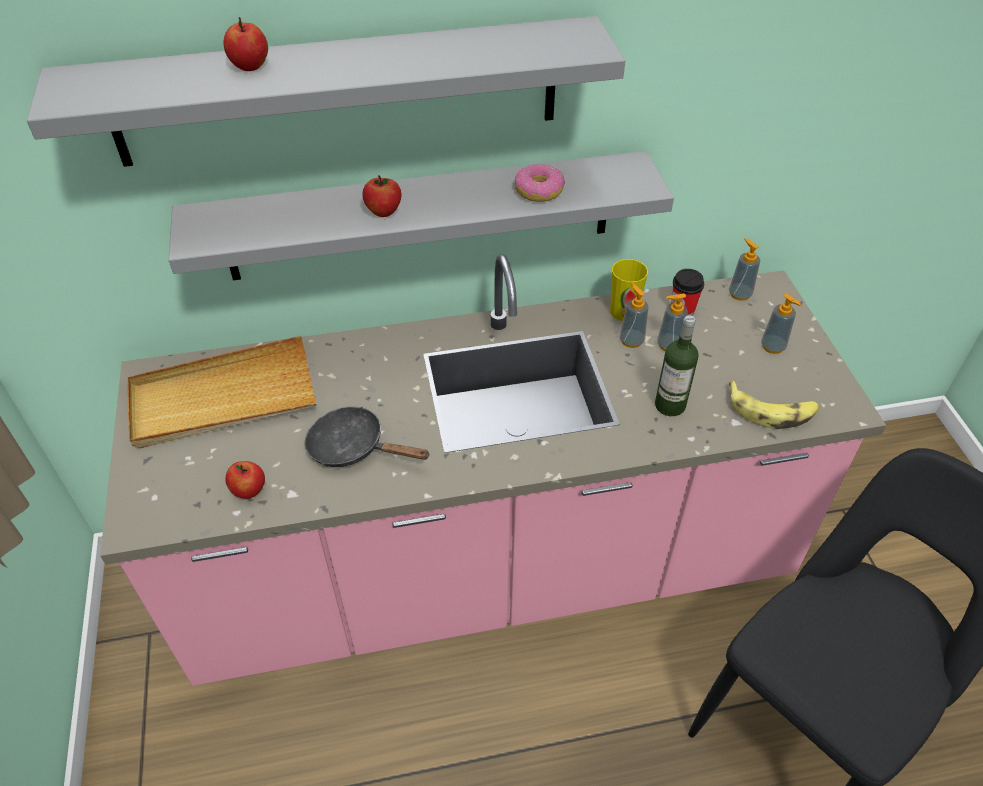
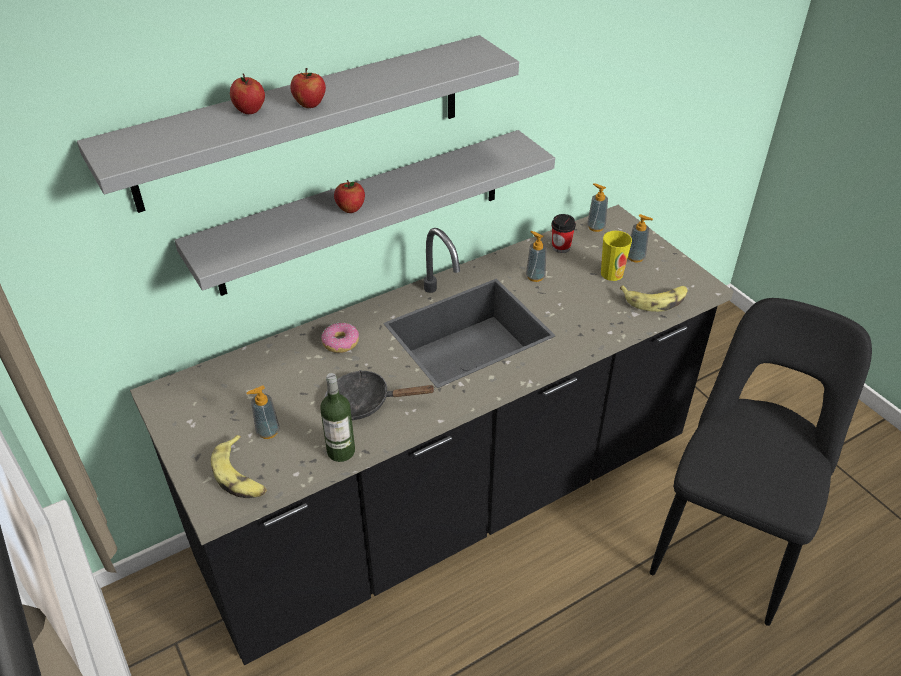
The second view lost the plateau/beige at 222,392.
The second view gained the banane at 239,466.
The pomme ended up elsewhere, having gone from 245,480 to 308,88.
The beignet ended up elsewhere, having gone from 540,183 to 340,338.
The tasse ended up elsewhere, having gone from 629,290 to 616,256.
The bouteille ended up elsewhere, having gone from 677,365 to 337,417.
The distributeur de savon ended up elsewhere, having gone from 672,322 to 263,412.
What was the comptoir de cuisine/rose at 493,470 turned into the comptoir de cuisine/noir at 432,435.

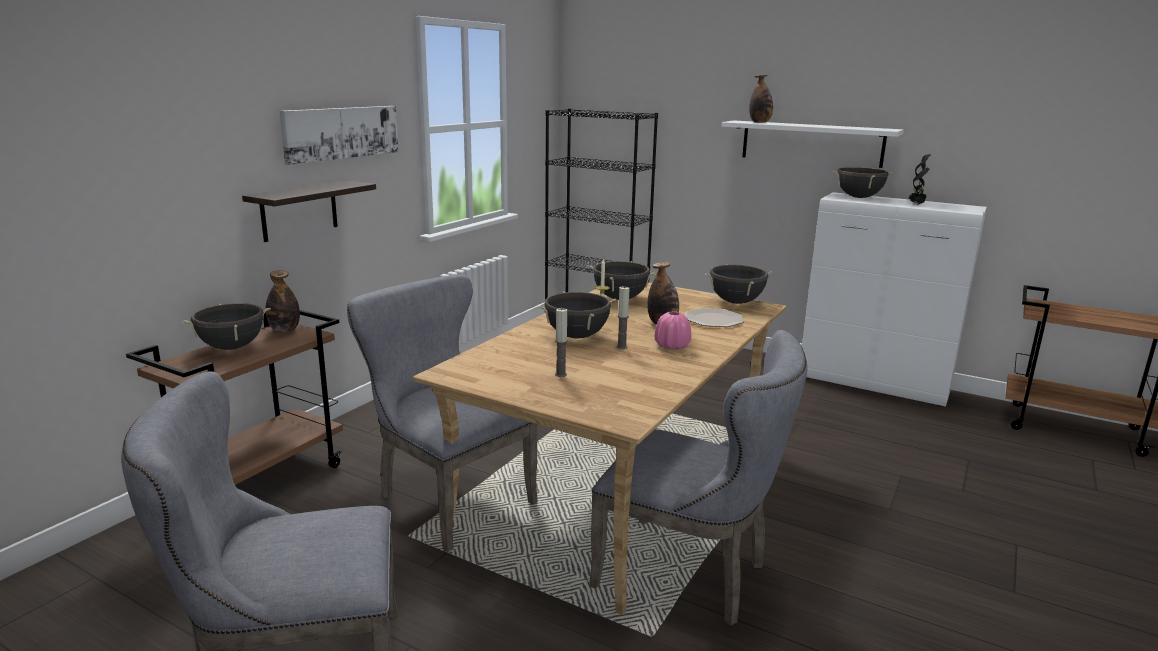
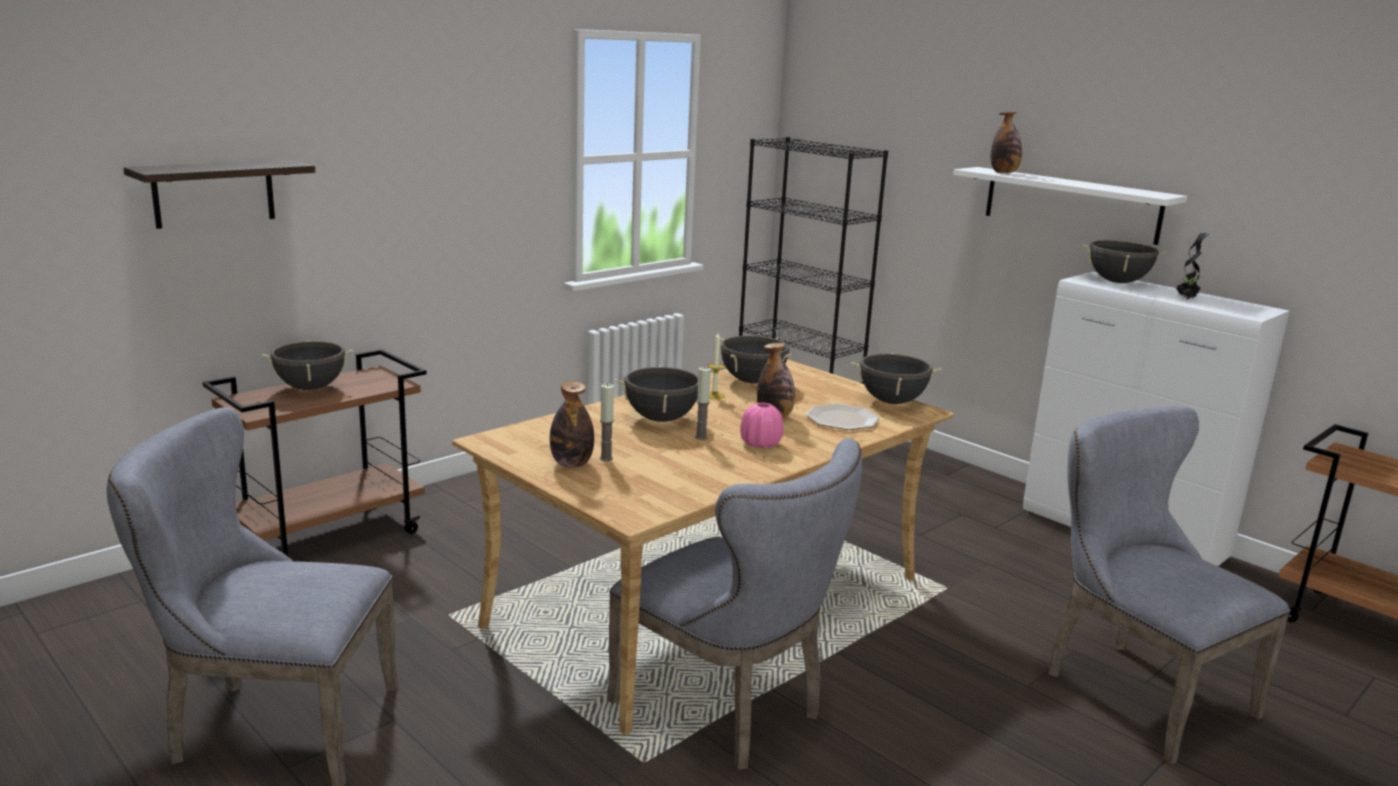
The second view lost the tableau at 339,135.
The étagère ended up elsewhere, having gone from 309,211 to 219,194.
The bouteille ended up elsewhere, having gone from 283,301 to 572,424.
The chaise/gris ended up elsewhere, having gone from 442,413 to 1169,585.

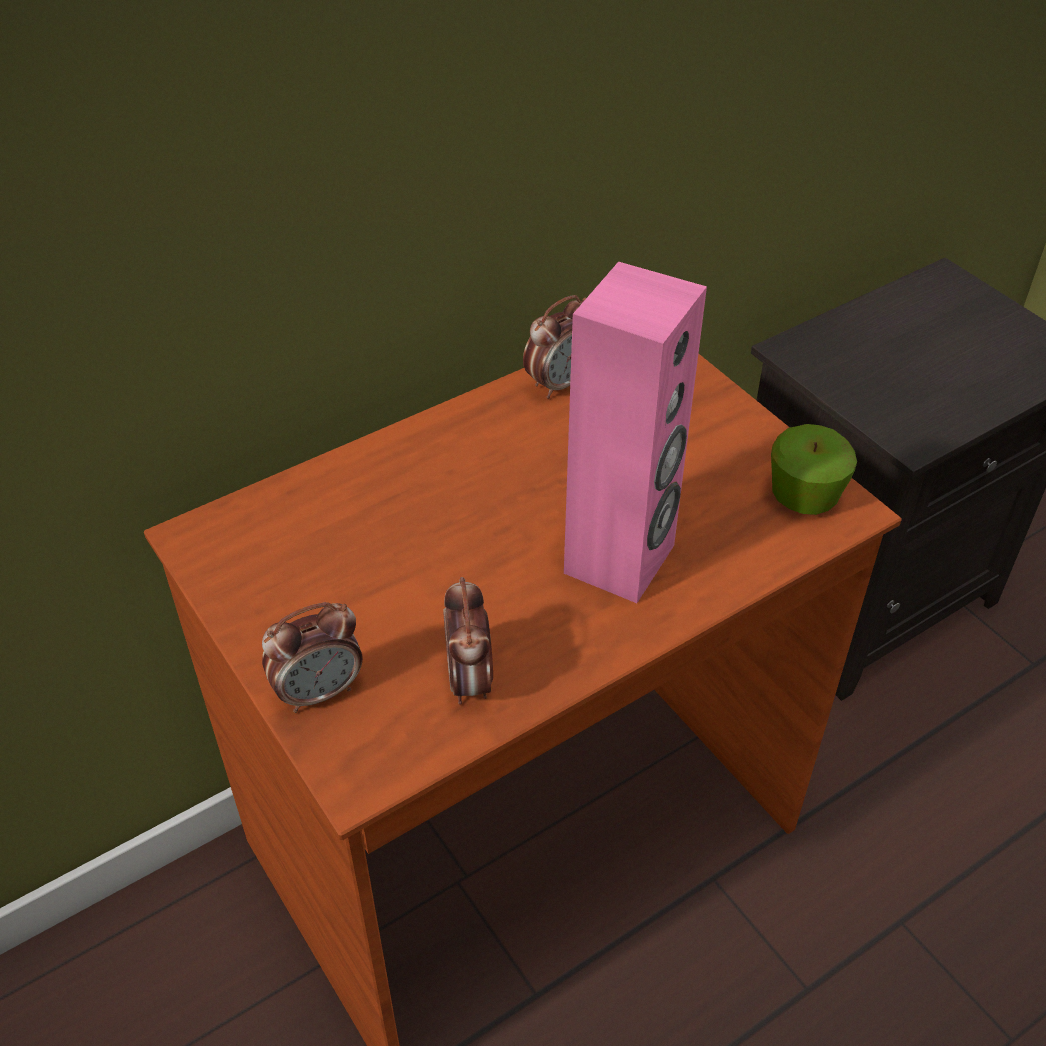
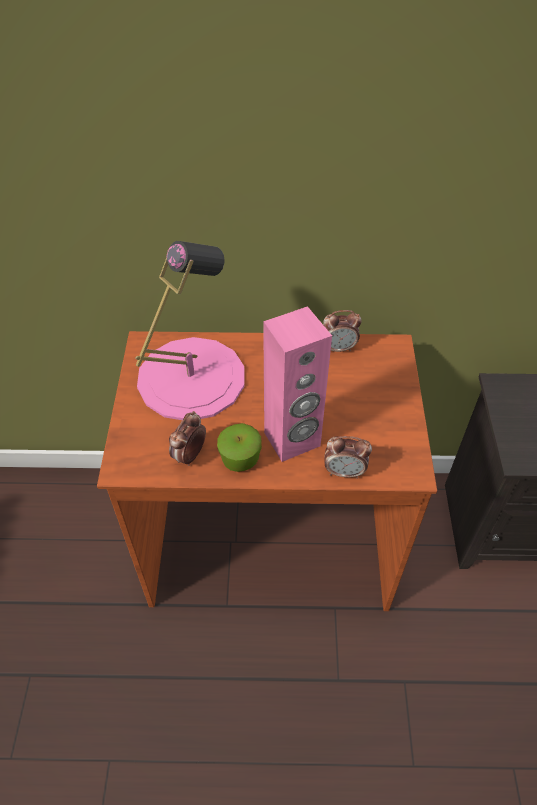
The second view gained the lampe de table/rose at 189,330.
The réveil ended up elsewhere, having gone from 312,657 to 348,457.
The pomme ended up elsewhere, having gone from 814,469 to 239,447.

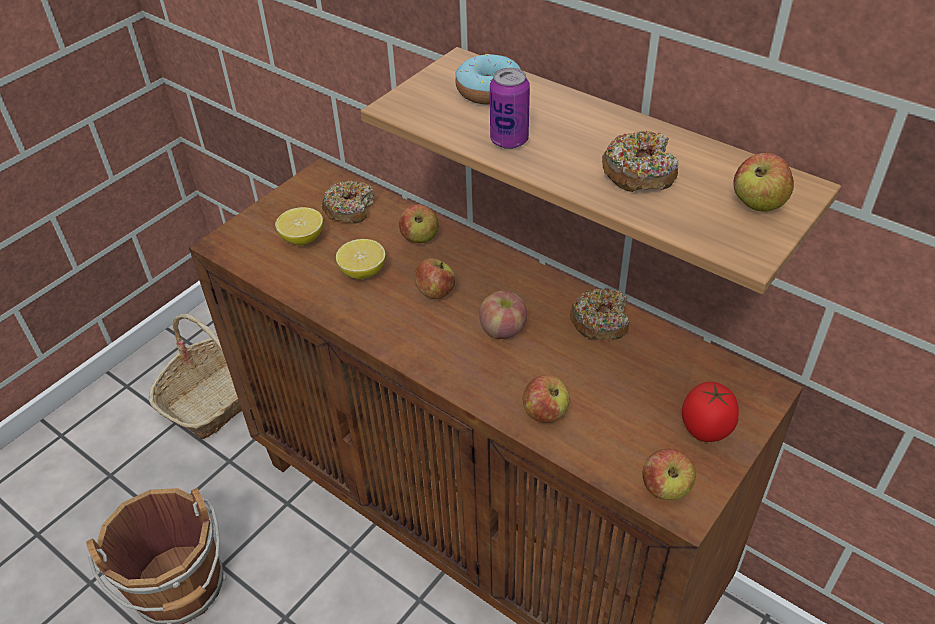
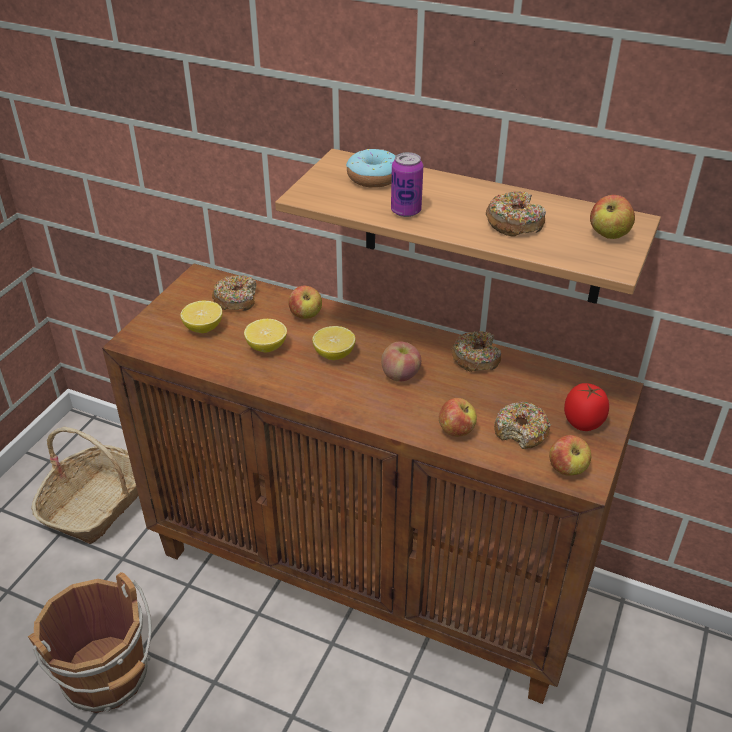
The second view gained the beignet at 522,425.
Where the pomme stood at 434,278, the citron came to stand at 333,343.

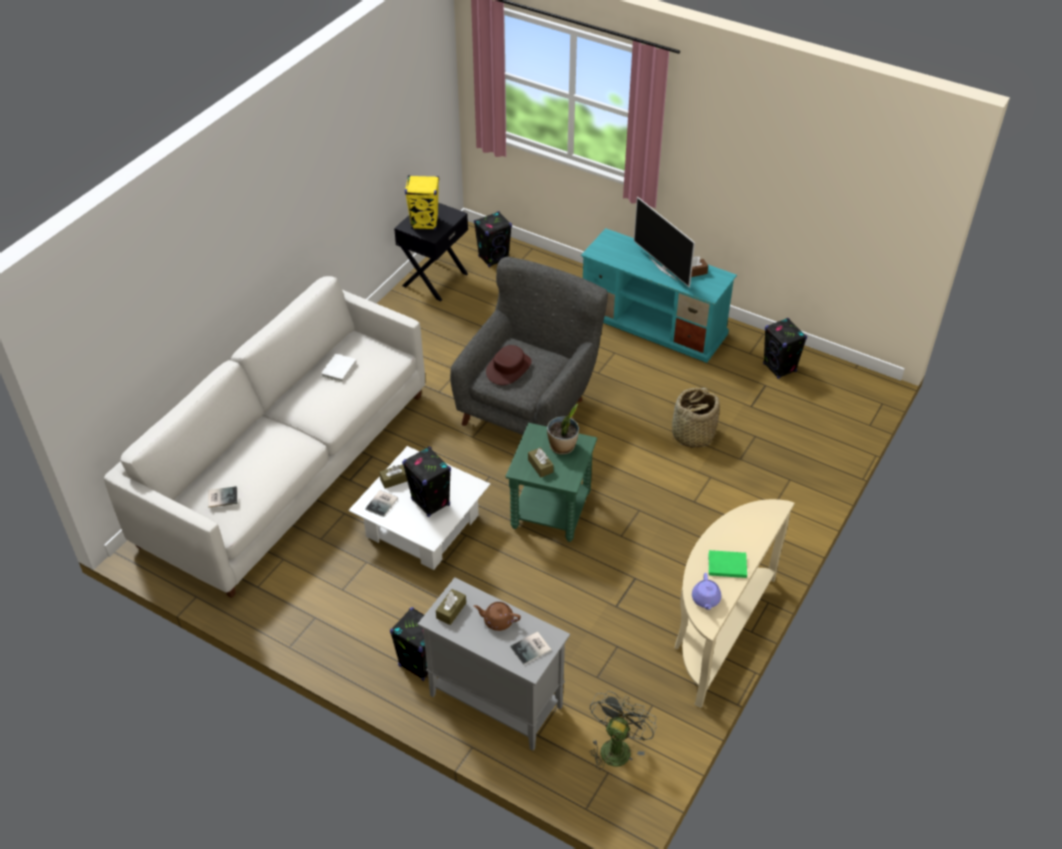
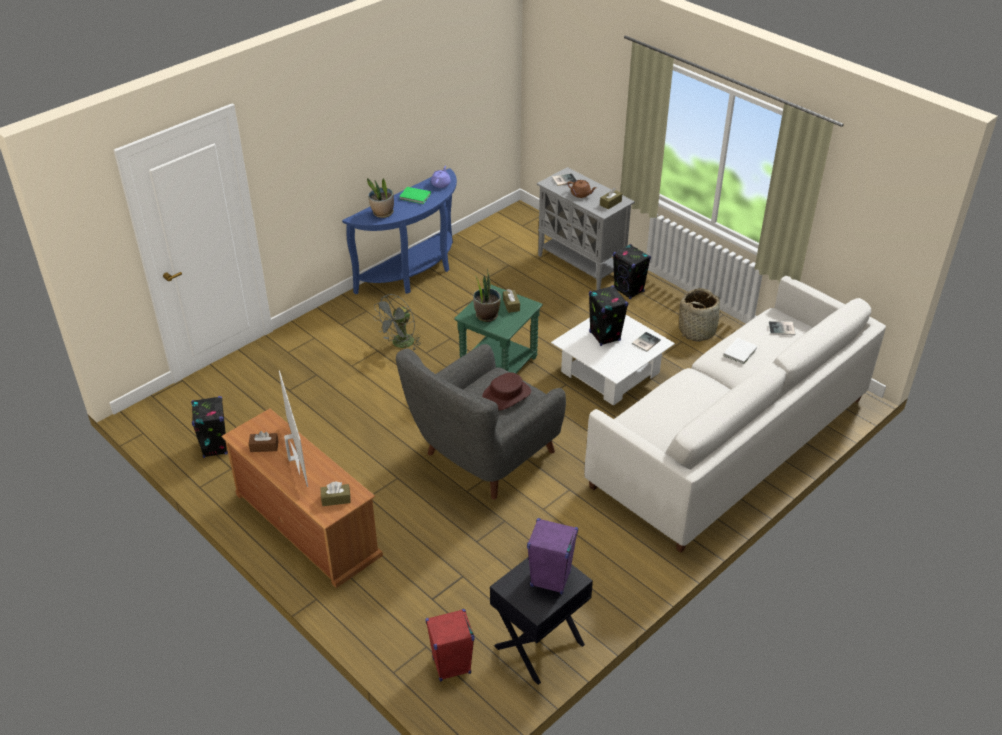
The second view gained the plante en pot at 380,198.
The livre/blanc ended up elsewhere, having gone from 339,368 to 740,351.
The boîte à mouchoirs/marron ended up elsewhere, having gone from 393,476 to 336,494.
The ventilateur/gris ended up elsewhere, having gone from 623,730 to 397,322.
The panier ended up elsewhere, having gone from 695,417 to 700,315.
What was the enceinte/jaune at 422,202 turned into the enceinte/violet at 552,556.
What was the enceinte/noir at 493,239 turned into the enceinte/rouge at 450,645.
What was the meuble télé/turquoise at 659,295 turned into the meuble télé/marron at 302,498.
What was the table console/beige at 734,603 turned into the table console/bleu at 399,231.

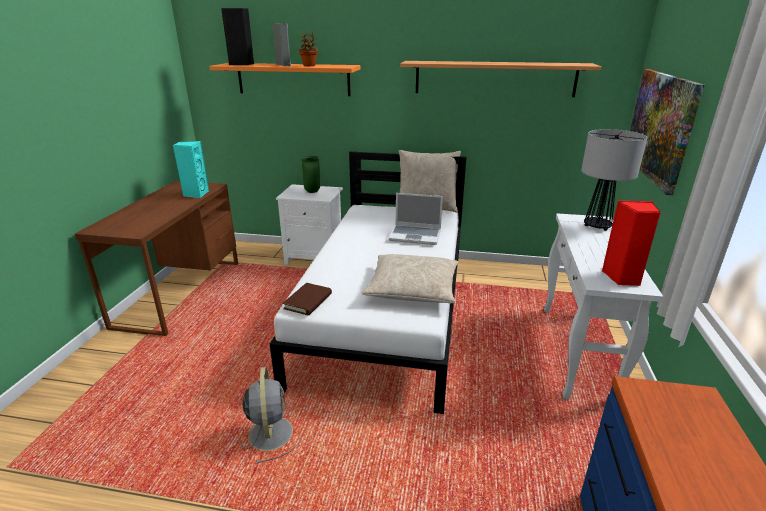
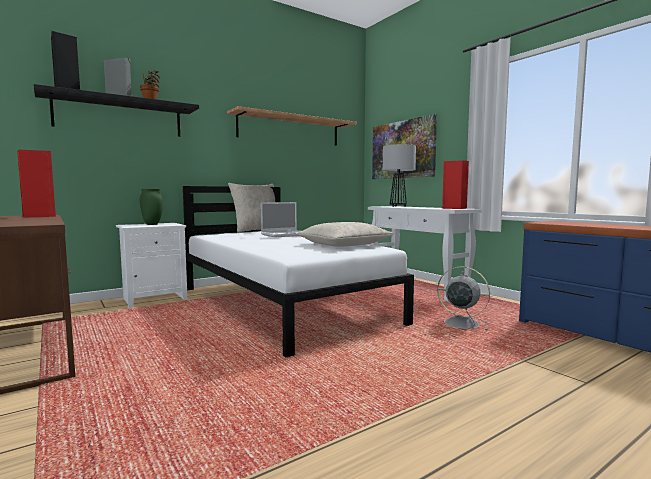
The second view lost the livre/marron at 307,299.
The ventilateur/gris ended up elsewhere, having gone from 269,415 to 462,298.
What was the enceinte/turquoise at 191,169 turned into the enceinte/rouge at 36,183.
What was the étagère/orange at 285,79 turned into the étagère/noir at 116,110.

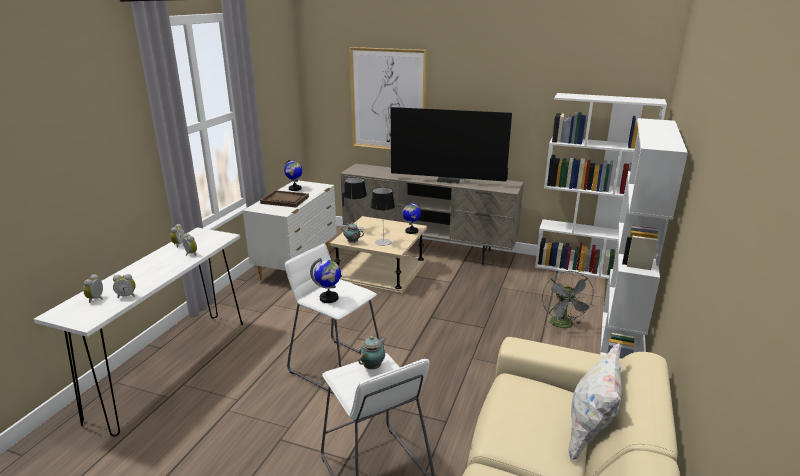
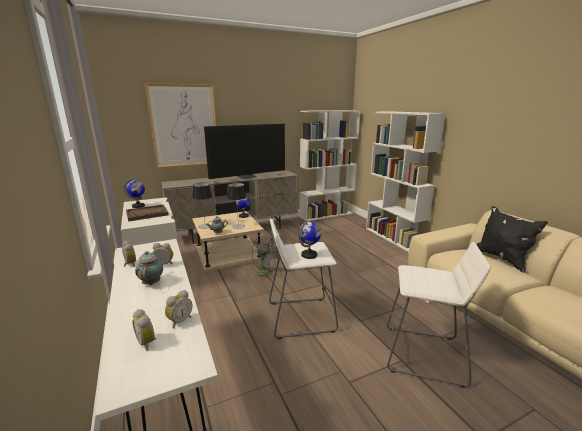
The théière ended up elsewhere, having gone from 372,352 to 149,268.
The ventilateur/gris ended up elsewhere, having gone from 569,299 to 268,255.
What was the coussin/blanc at 595,401 turned into the coussin/noir at 512,239.

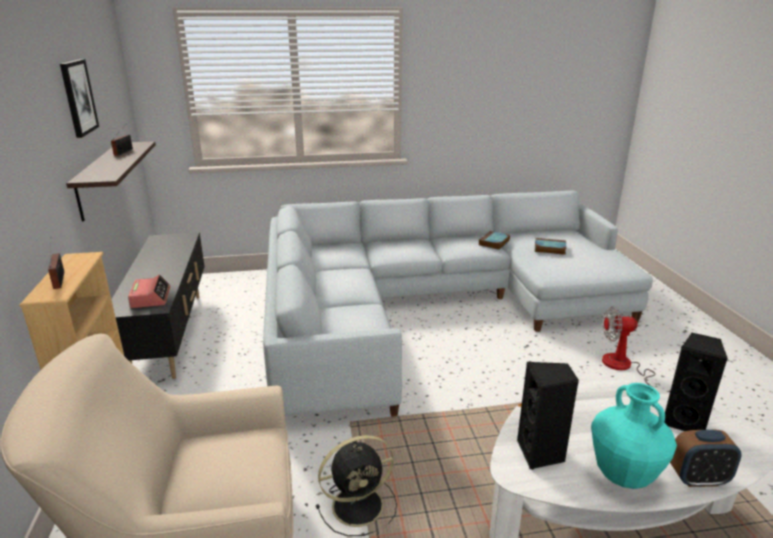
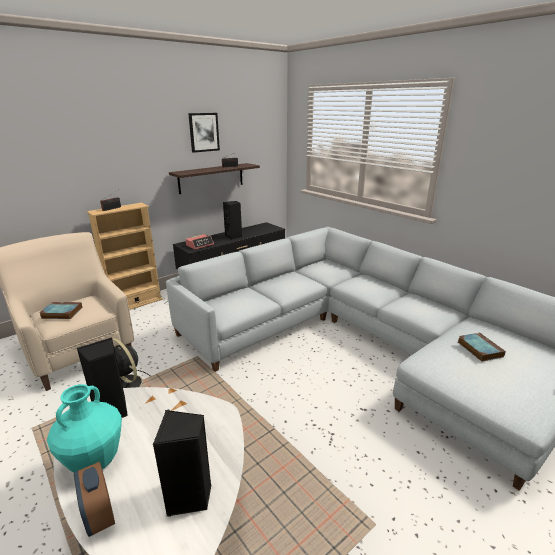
The second view lost the ventilateur at 636,349.
The second view gained the enceinte/noir at 232,220.
The livre ended up elsewhere, having gone from 494,240 to 61,310.

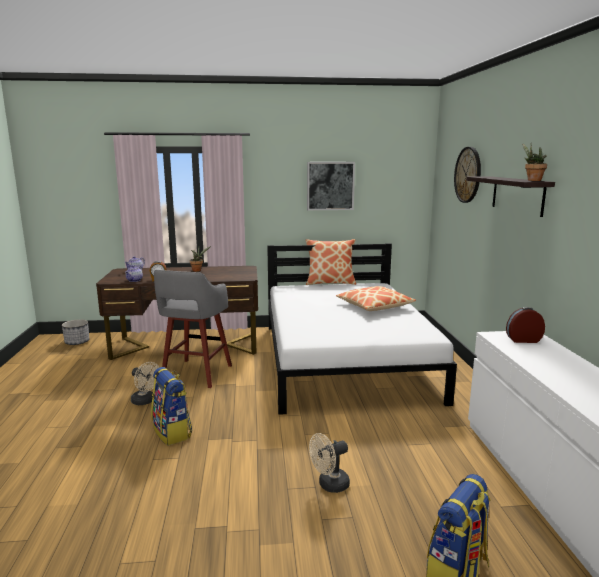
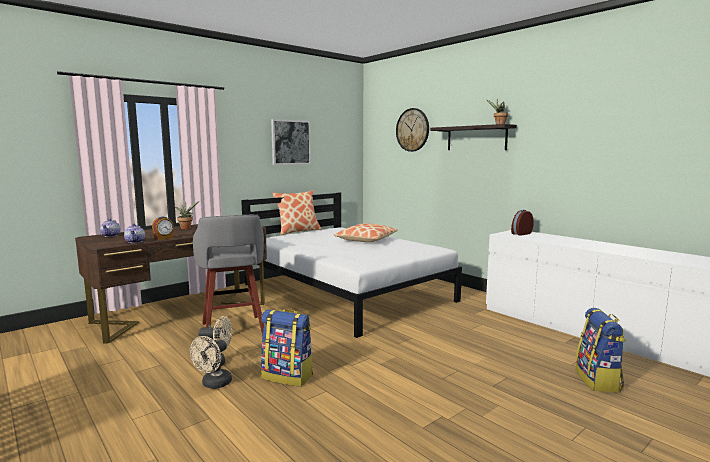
The second view lost the cache-pot at 75,332.
The ventilateur/beige ended up elsewhere, having gone from 329,463 to 211,362.

